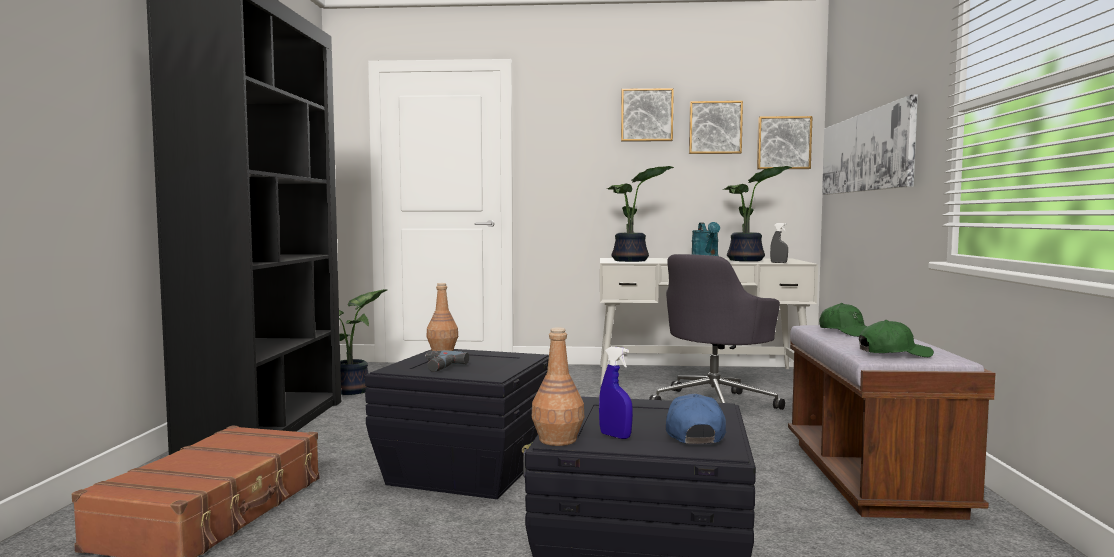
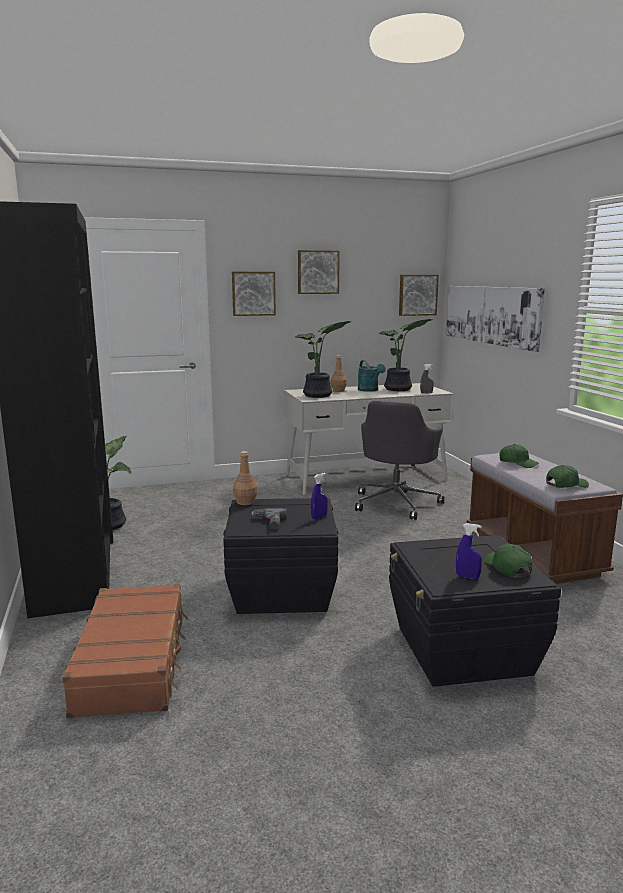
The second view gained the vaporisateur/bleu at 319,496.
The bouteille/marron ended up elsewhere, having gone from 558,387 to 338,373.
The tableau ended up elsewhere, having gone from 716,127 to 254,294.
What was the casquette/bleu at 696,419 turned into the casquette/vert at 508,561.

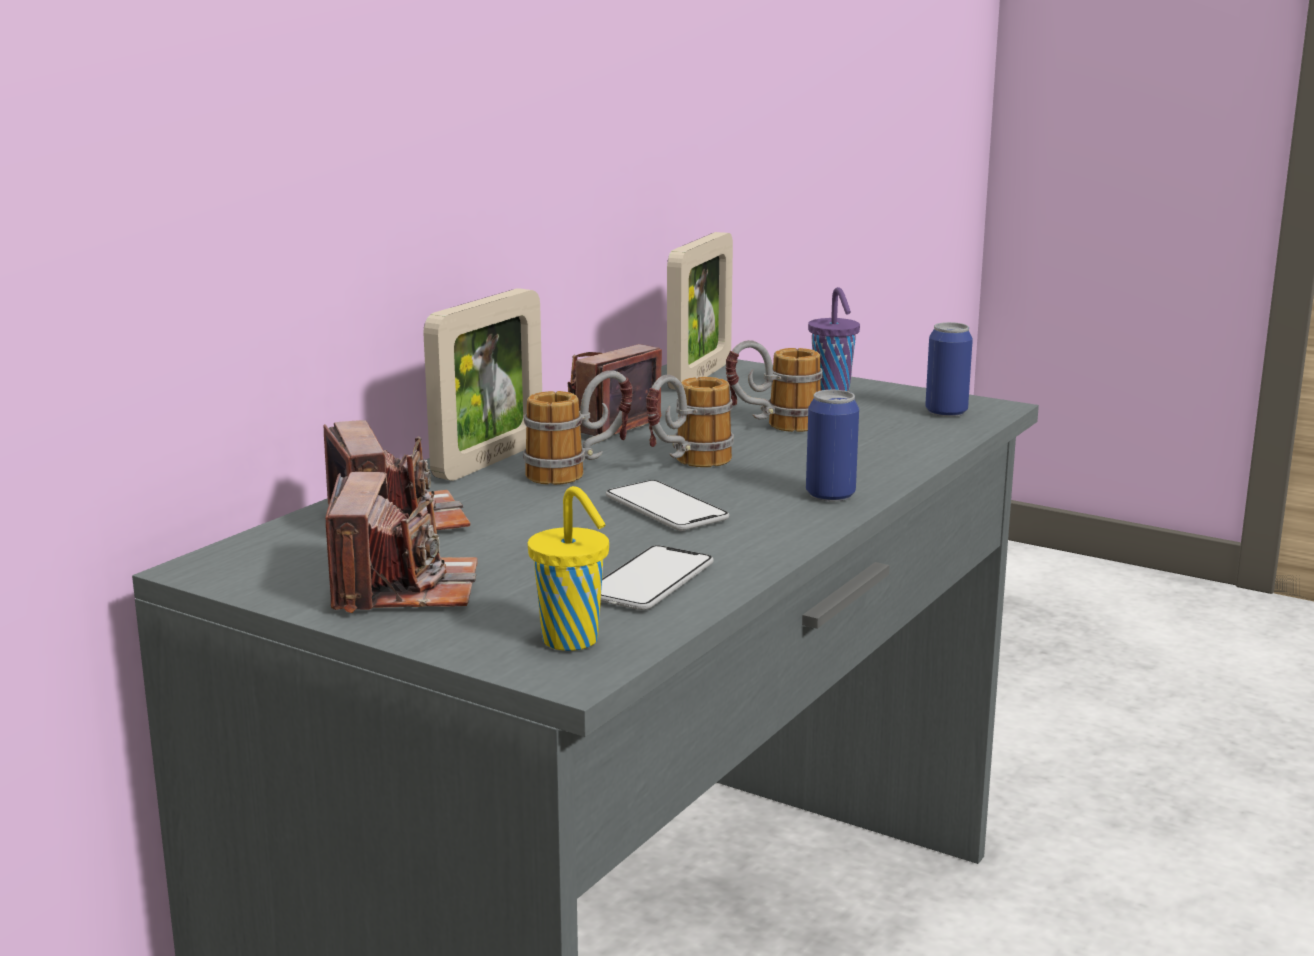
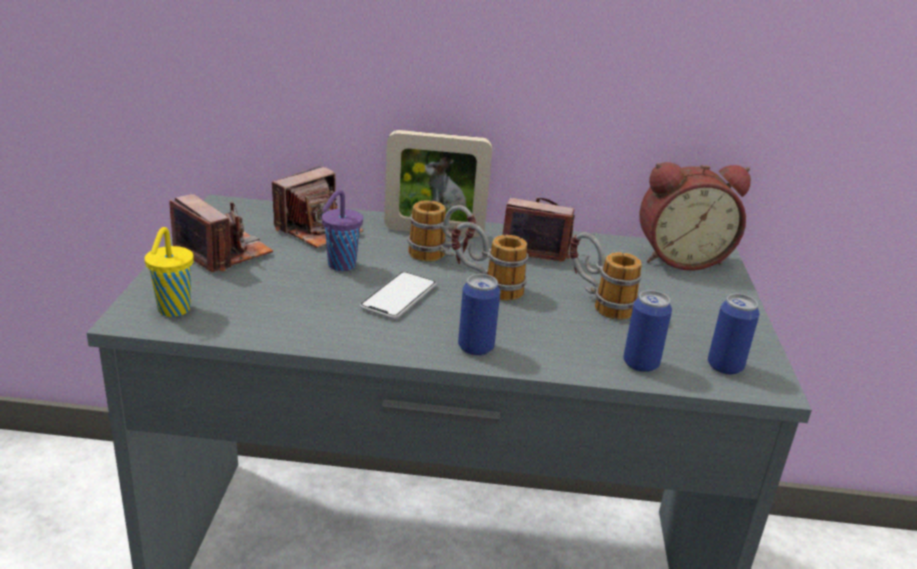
The second view lost the téléphone at 657,577.
The second view gained the boîte métallique at 647,331.
The tasse/violet ended up elsewhere, having gone from 834,339 to 342,230.
Where the cadre photo stood at 700,310, the réveil came to stand at 695,216.
The appareil photo at 402,542 ended up facing another way, 105 degrees counterclockwise from before.

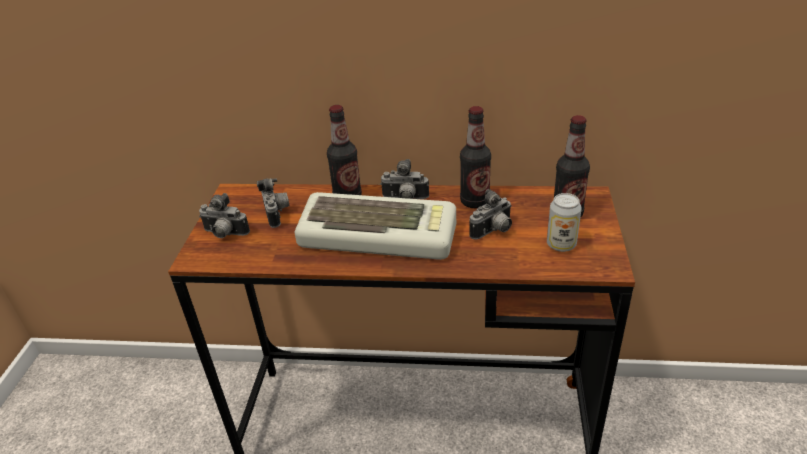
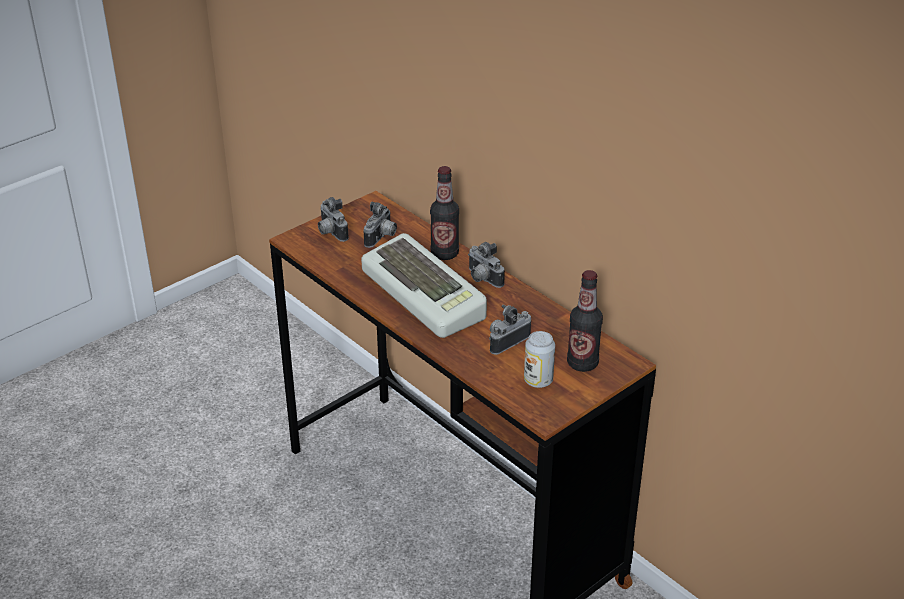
The second view lost the bouteille at 475,157.
The appareil photo at 490,214 ended up facing another way, 135 degrees clockwise from before.

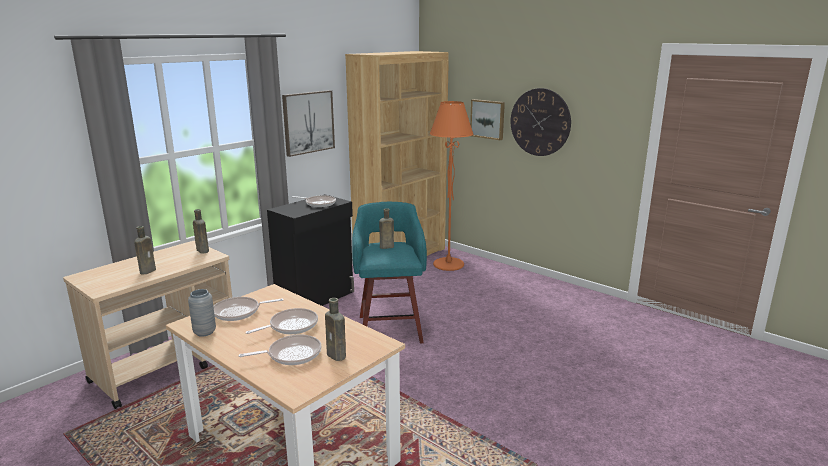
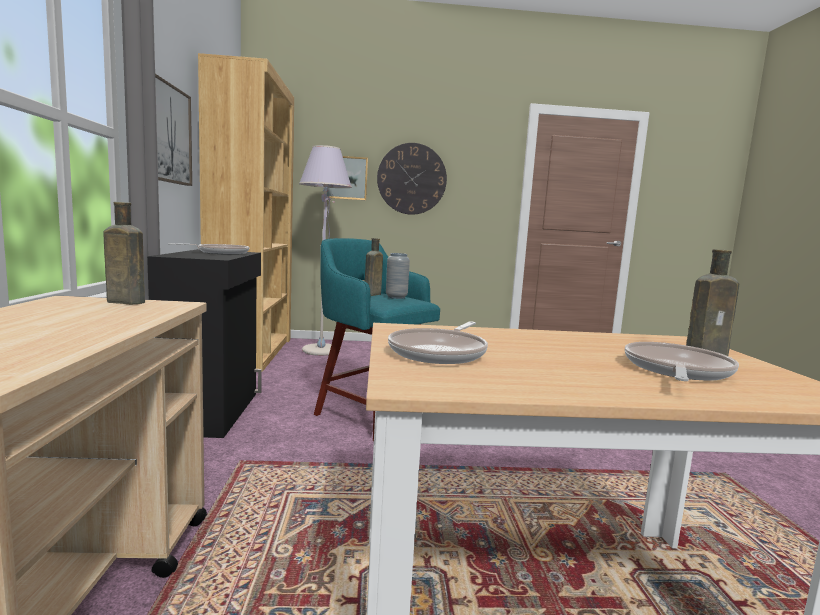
The second view lost the bouteille/marron at 145,250.
The second view lost the poêle at 282,321.
The vase/gris ended up elsewhere, having gone from 202,313 to 398,276.
What was the lampadaire/orange at 452,186 turned into the lampadaire/gris at 325,250.

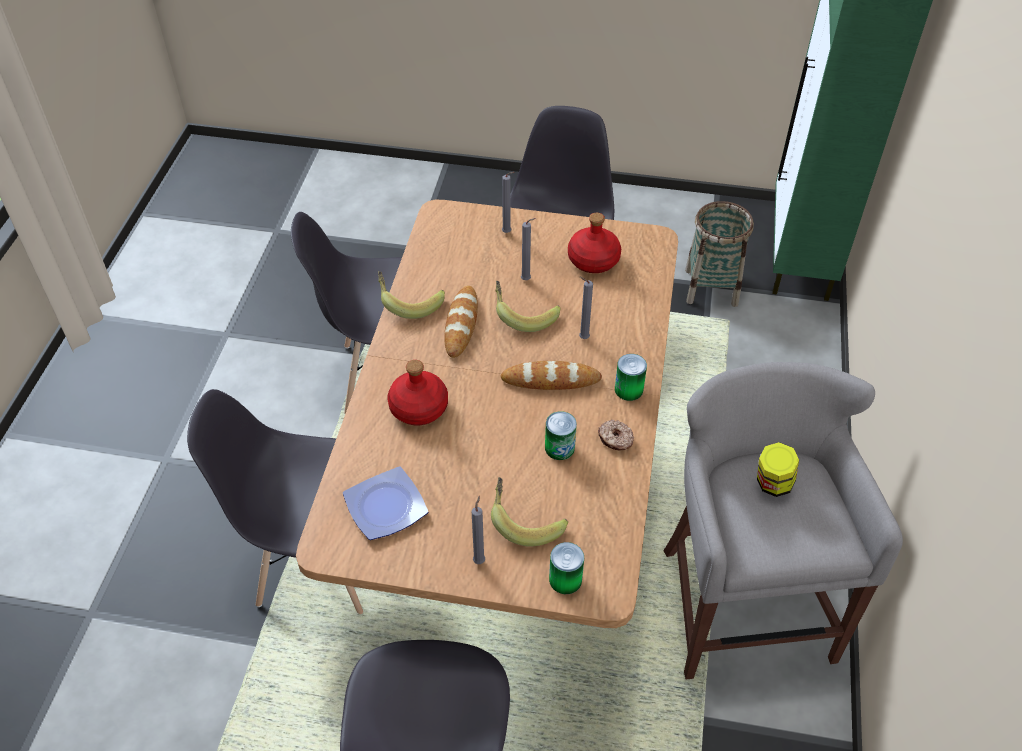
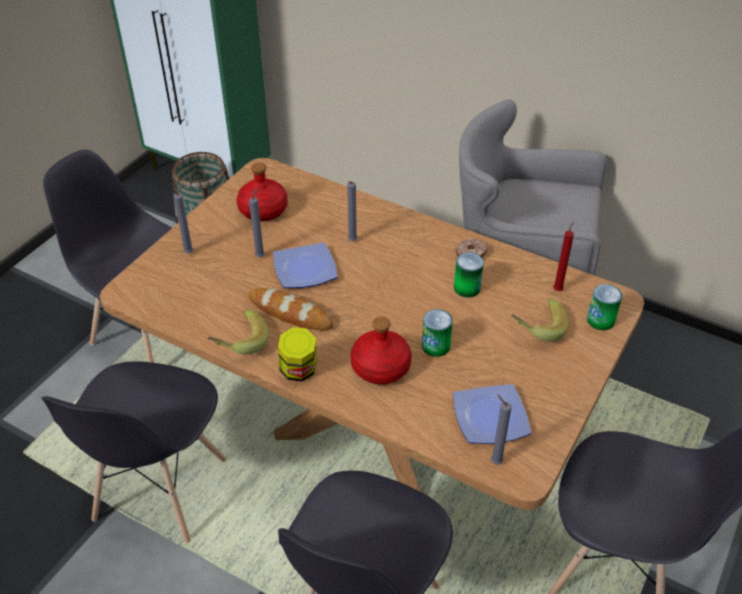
The second view lost the pain at 551,375.
The second view gained the bougie/rouge at 563,256.
The bougie/gris ended up elsewhere, having gone from 478,530 to 501,429.
The boîte métallique ended up elsewhere, having gone from 631,377 to 437,333.
The bocal ended up elsewhere, having gone from 778,469 to 297,354.
Where the banane stood at 528,306, the assiette came to stand at 305,265.

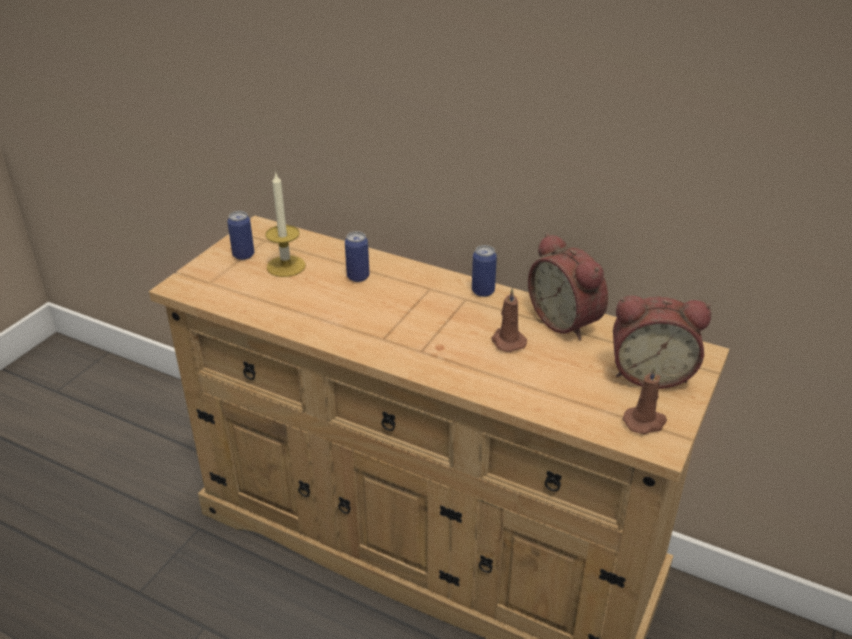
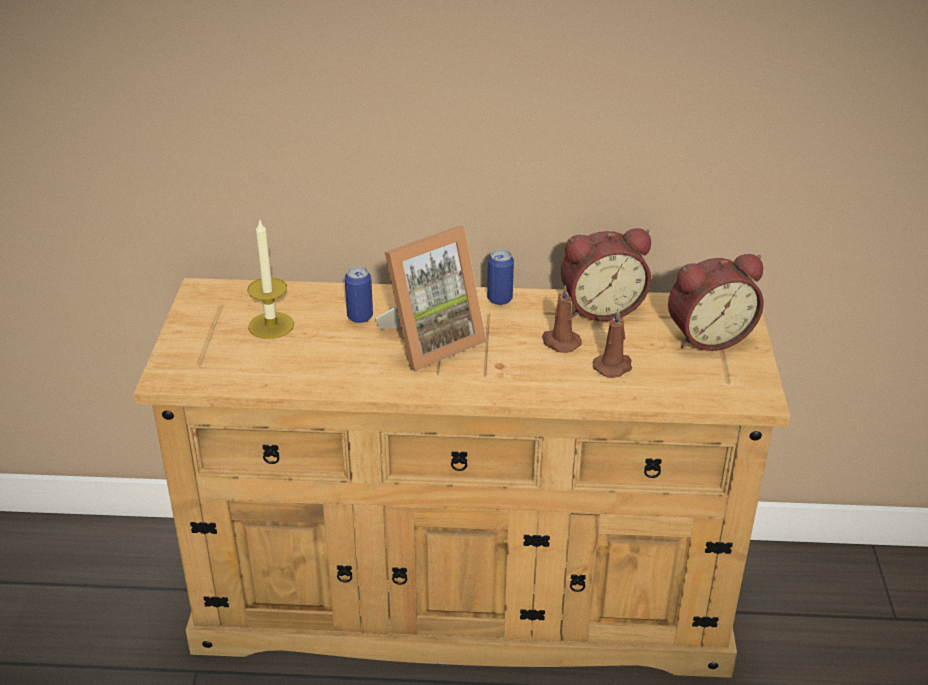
The second view lost the boîte métallique at 240,235.
The second view gained the cadre photo at 431,298.
The bougie/marron ended up elsewhere, having gone from 645,400 to 612,343.
The réveil at 568,286 ended up facing another way, 45 degrees counterclockwise from before.

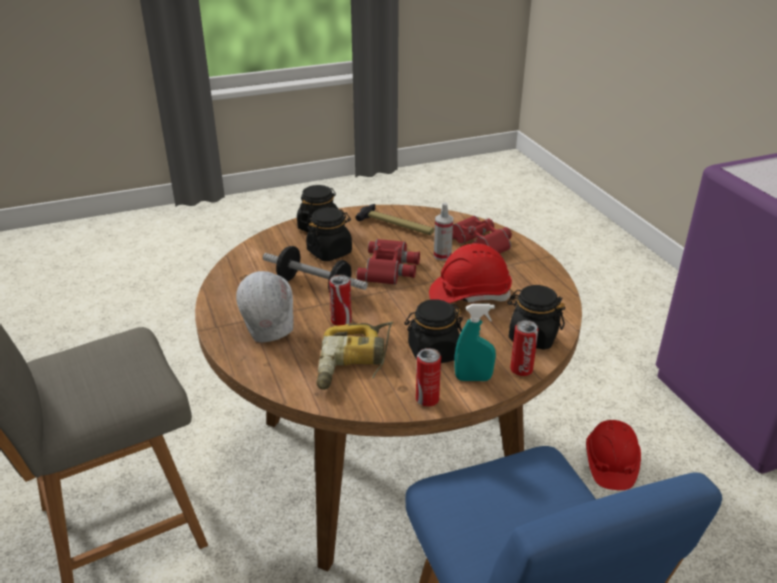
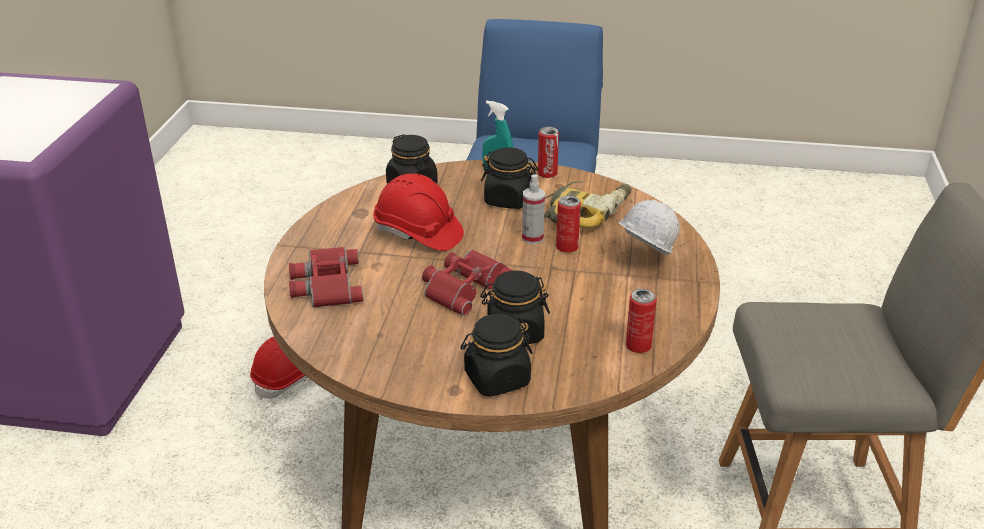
The second view lost the haltère at 315,269.
The second view lost the marteau at 395,219.
The vaporisateur ended up elsewhere, having gone from 443,232 to 533,209.
The boîte métallique ended up elsewhere, having gone from 524,348 to 641,321.

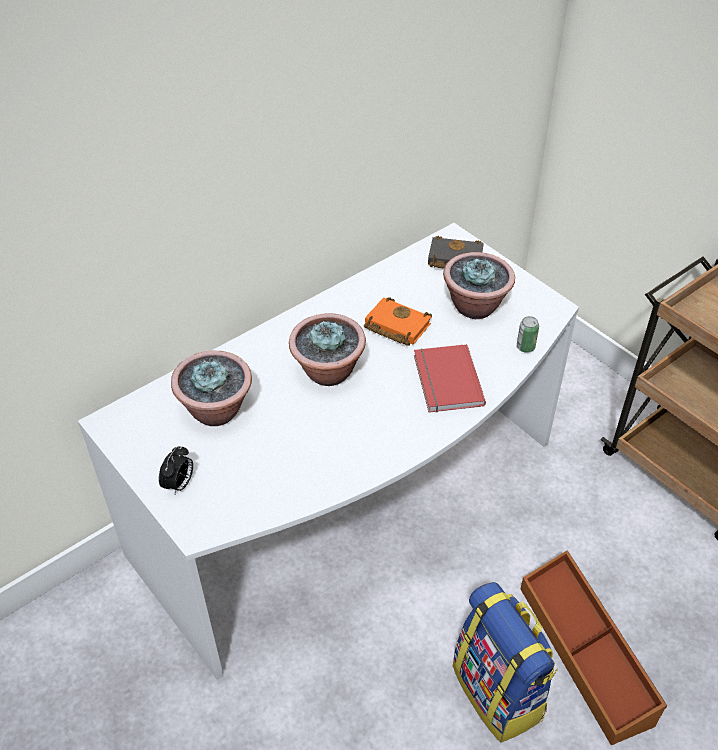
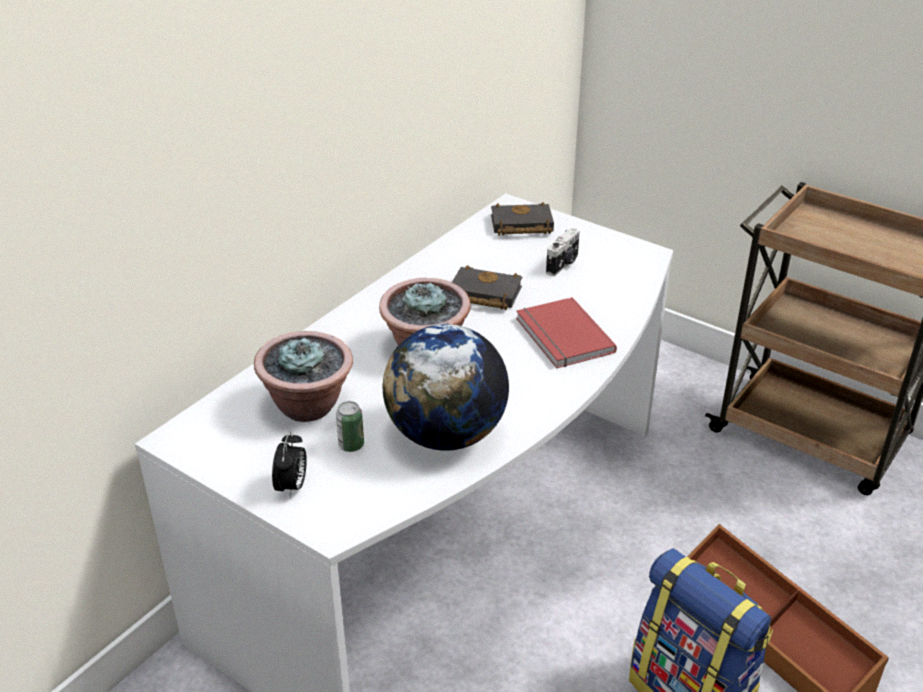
The second view gained the globe at 446,387.
The boîte métallique ended up elsewhere, having gone from 528,334 to 350,426.
Where the plante en pot stood at 479,285, the appareil photo came to stand at 563,252.
What was the livre/orange at 398,321 turned into the livre/noir at 487,287.

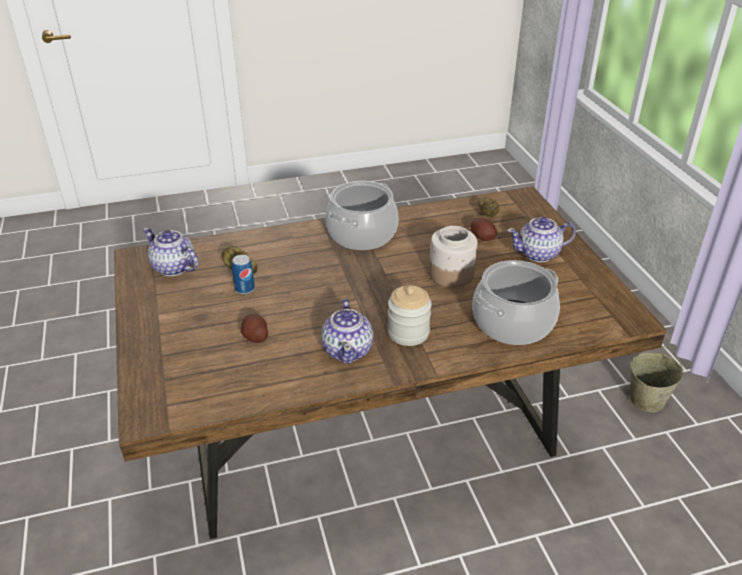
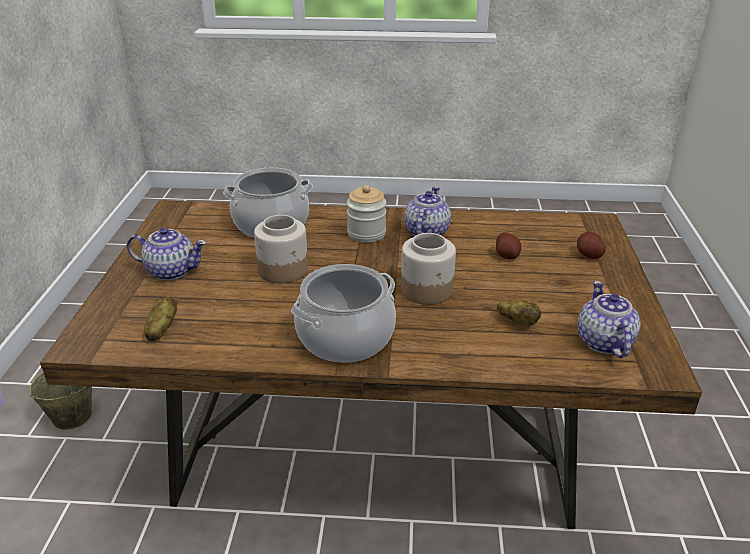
The second view lost the boîte métallique at 243,274.
The second view gained the bocal at 428,269.
The pomme de terre ended up elsewhere, having gone from 484,229 to 591,245.
The théière at 170,252 ended up facing another way, 150 degrees counterclockwise from before.

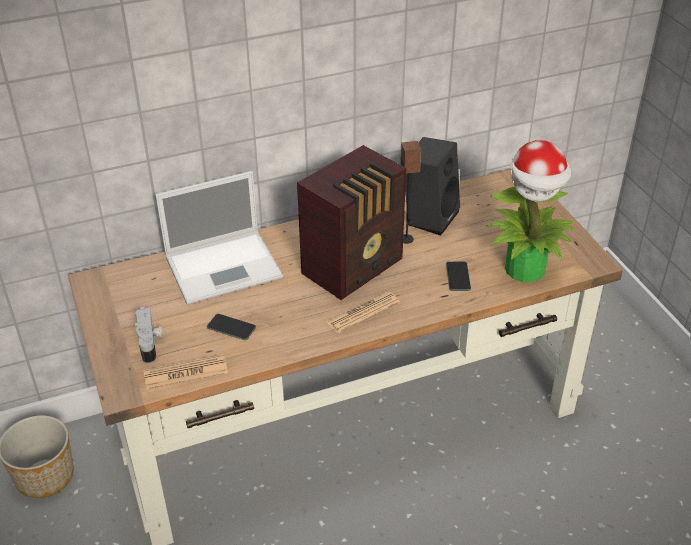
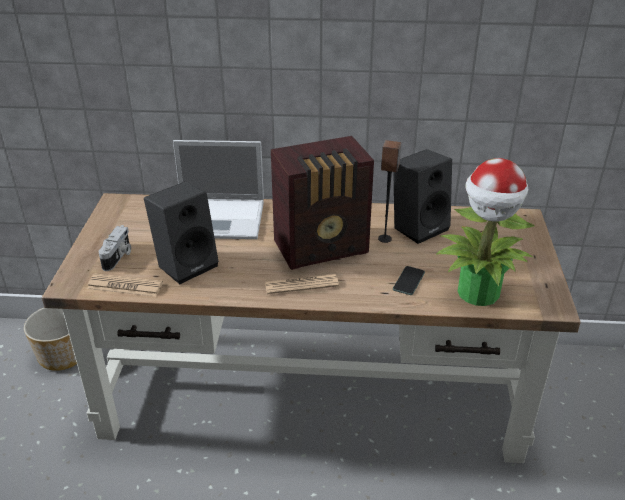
Where the téléphone stood at 231,327, the enceinte/noir came to stand at 181,232.

